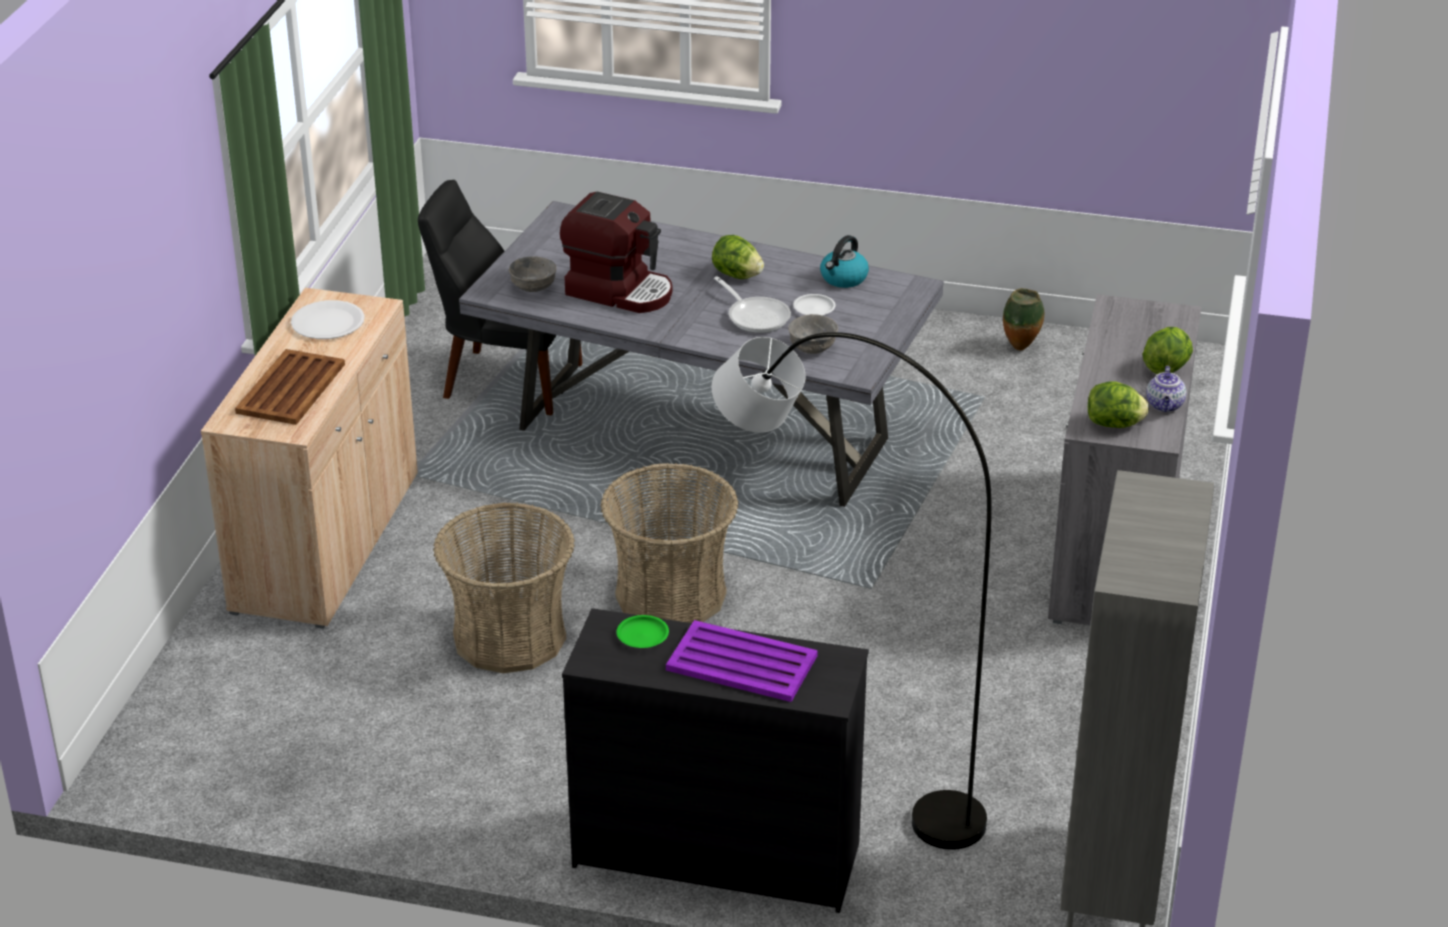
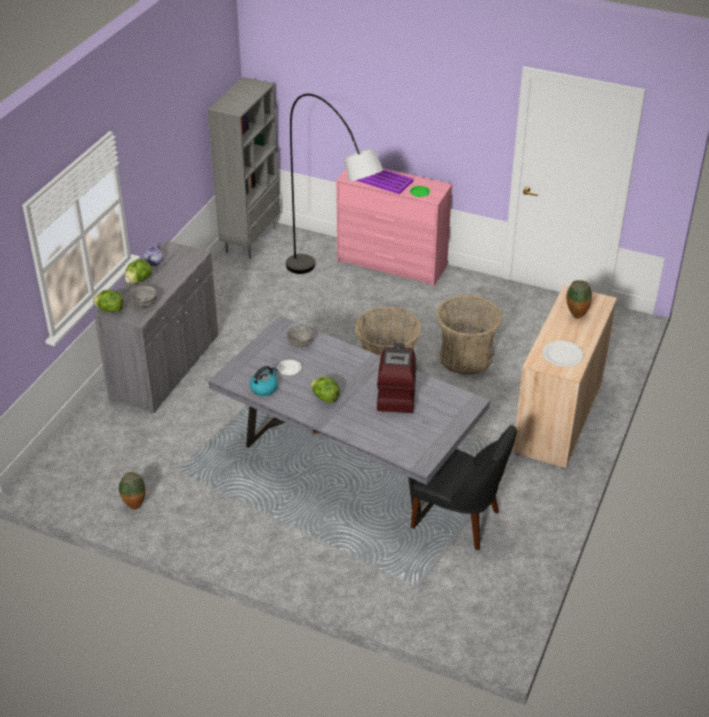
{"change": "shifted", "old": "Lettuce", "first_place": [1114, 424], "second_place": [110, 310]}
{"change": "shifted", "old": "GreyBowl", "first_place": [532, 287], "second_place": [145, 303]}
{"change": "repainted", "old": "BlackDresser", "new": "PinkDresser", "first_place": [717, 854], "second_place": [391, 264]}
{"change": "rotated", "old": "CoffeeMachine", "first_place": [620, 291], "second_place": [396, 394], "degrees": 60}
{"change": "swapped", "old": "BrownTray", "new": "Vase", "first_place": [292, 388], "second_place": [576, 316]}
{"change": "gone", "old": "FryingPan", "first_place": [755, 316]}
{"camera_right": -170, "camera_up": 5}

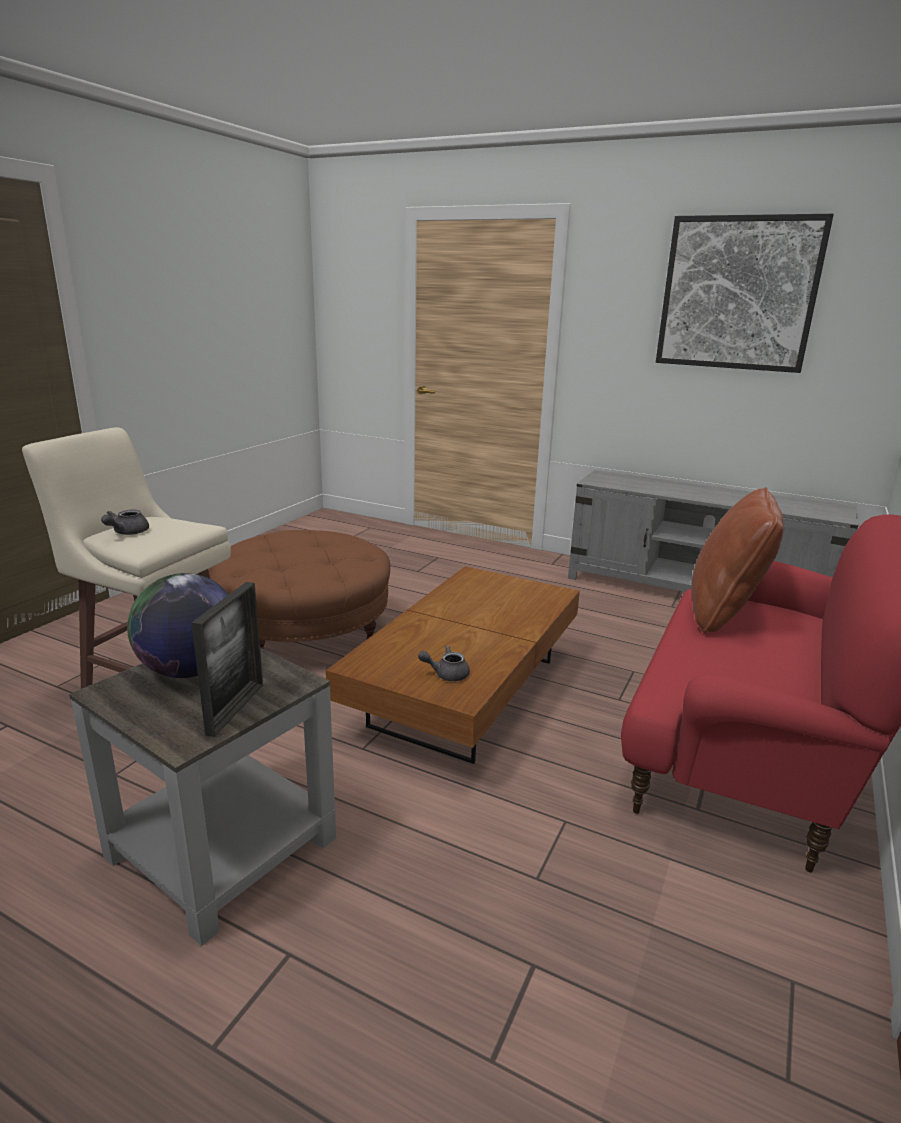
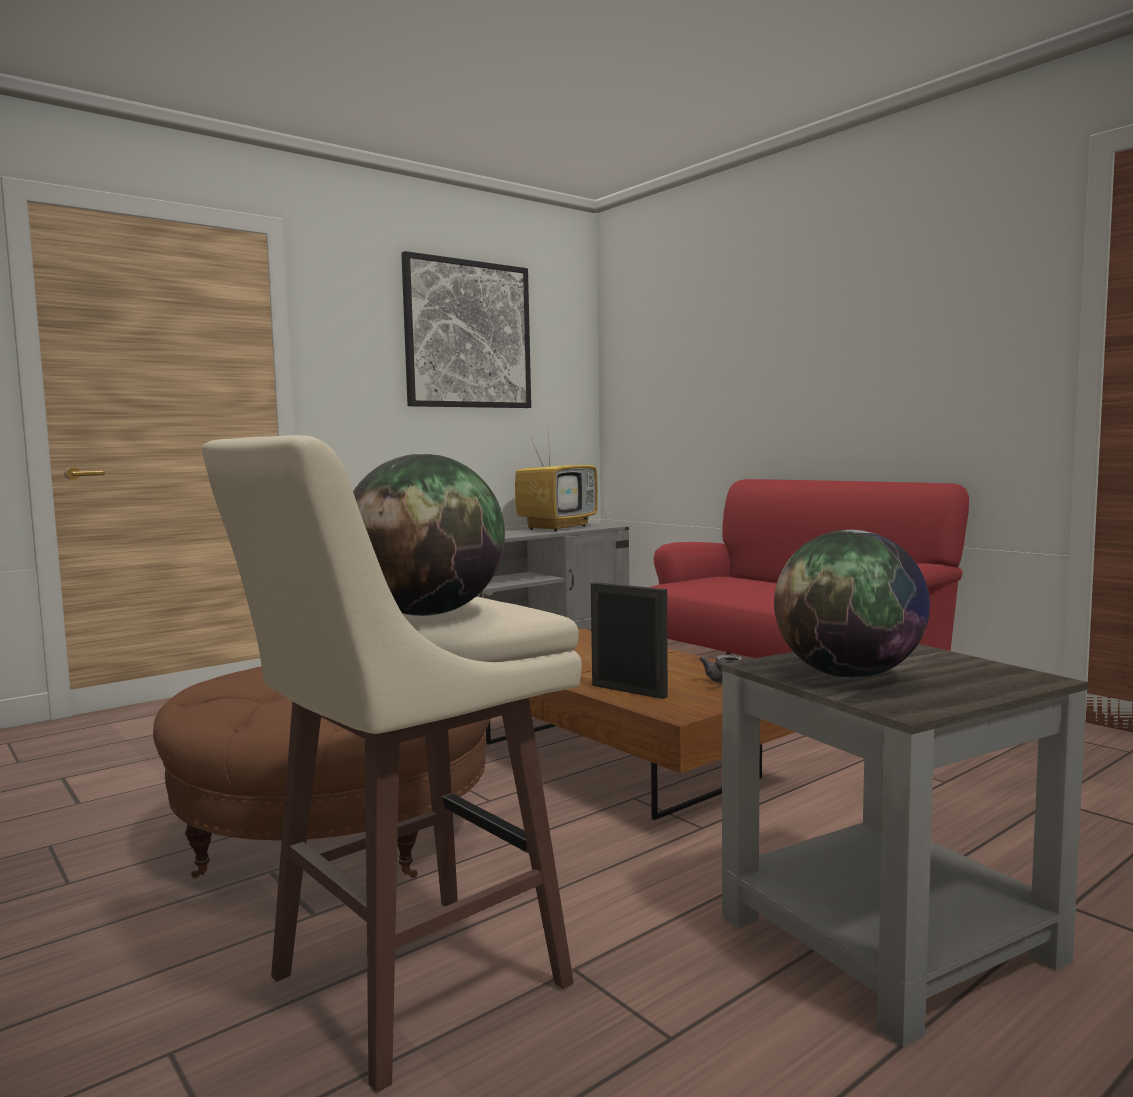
{"change": "swapped", "old": "GreyTeapot", "new": "Globe", "first_place": [127, 533], "second_place": [427, 614]}
{"change": "new", "new": "Television", "second_place": [557, 528]}
{"change": "shifted", "old": "PictureFrame", "first_place": [236, 708], "second_place": [629, 691]}
{"change": "gone", "old": "BrownPillow", "first_place": [724, 613]}
{"camera_right": -65, "camera_up": -15}

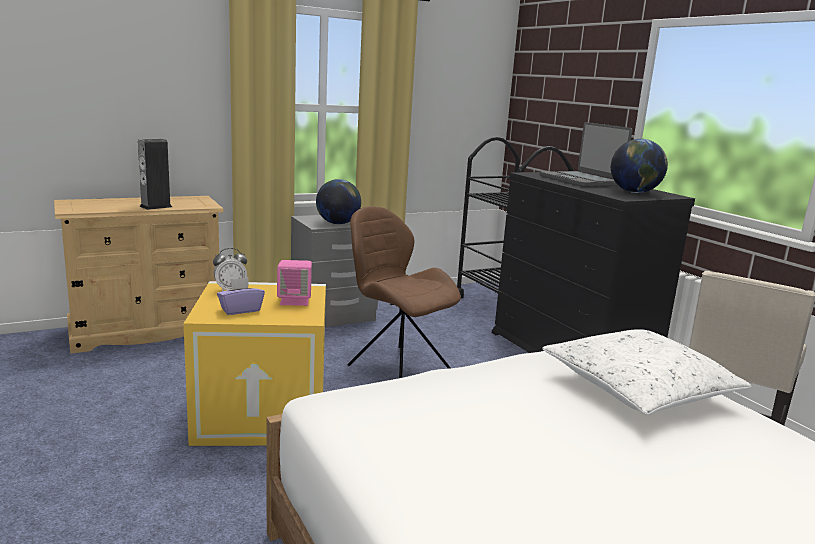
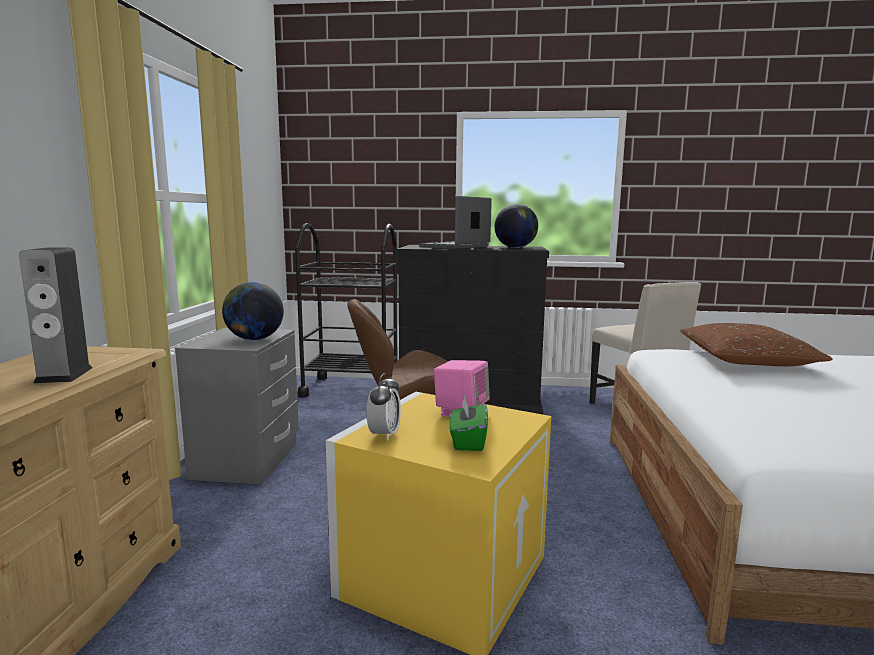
{"change": "rotated", "old": "Laptop", "first_place": [581, 180], "second_place": [456, 247], "degrees": 120}
{"change": "repainted", "old": "PurpleTissueBox", "new": "GreenTissueBox", "first_place": [240, 310], "second_place": [468, 442]}
{"change": "repainted", "old": "WhitePillow", "new": "BrownPillow", "first_place": [639, 387], "second_place": [746, 359]}
{"camera_right": -55, "camera_up": -5}

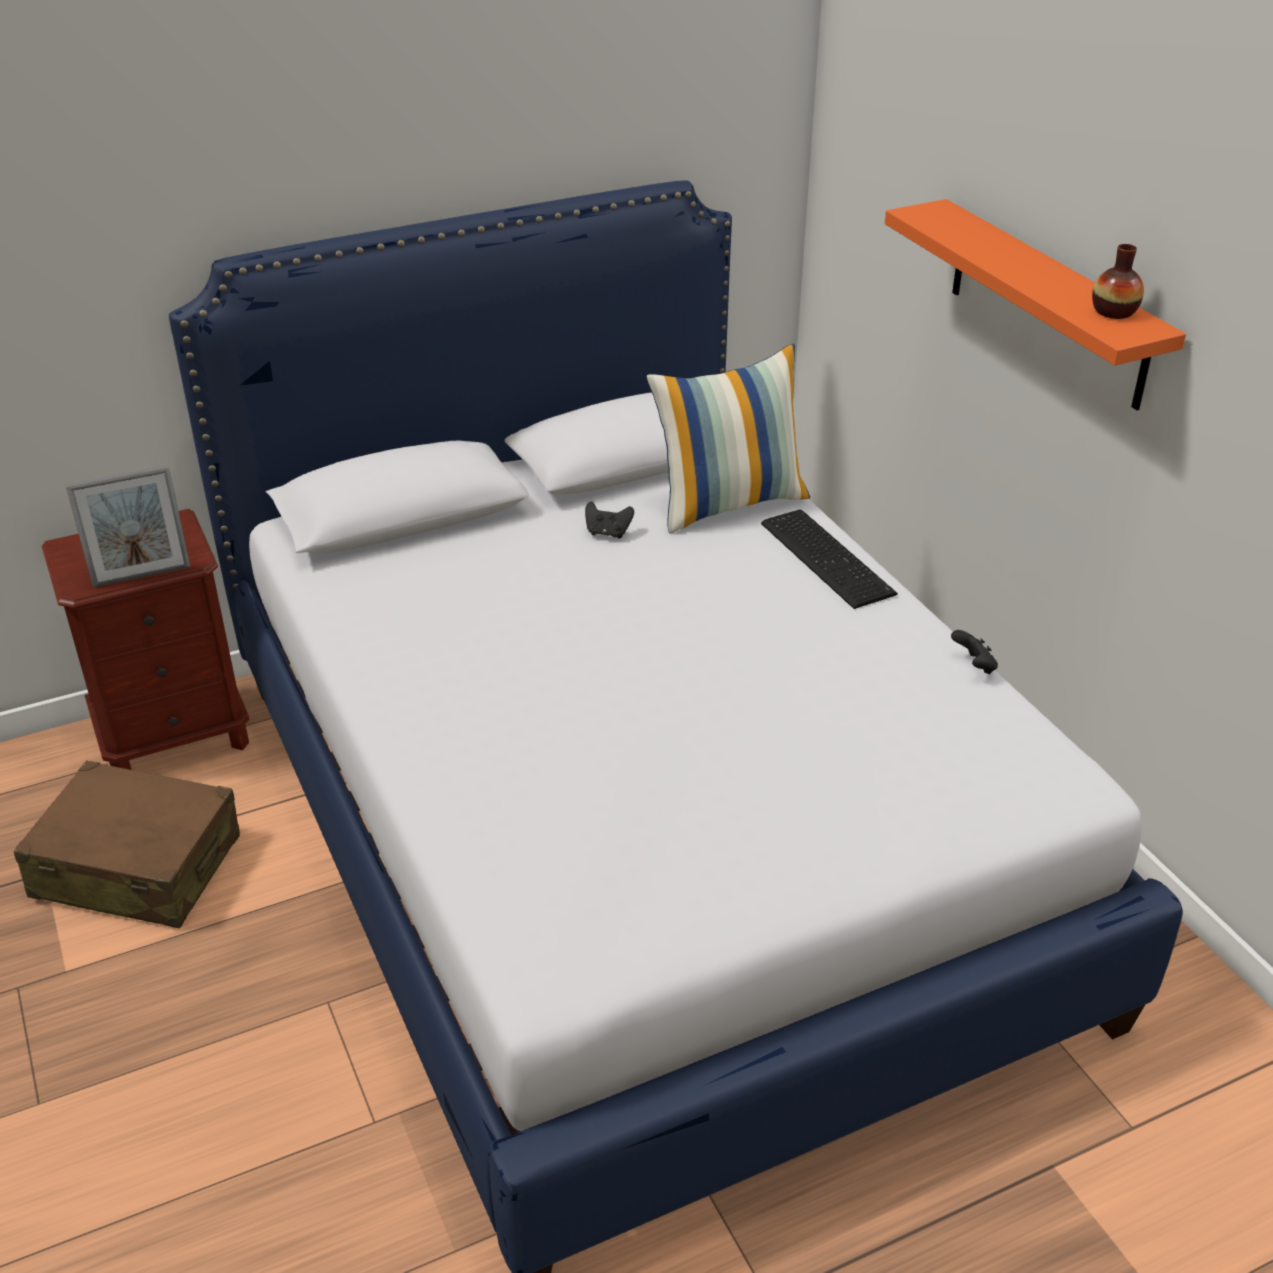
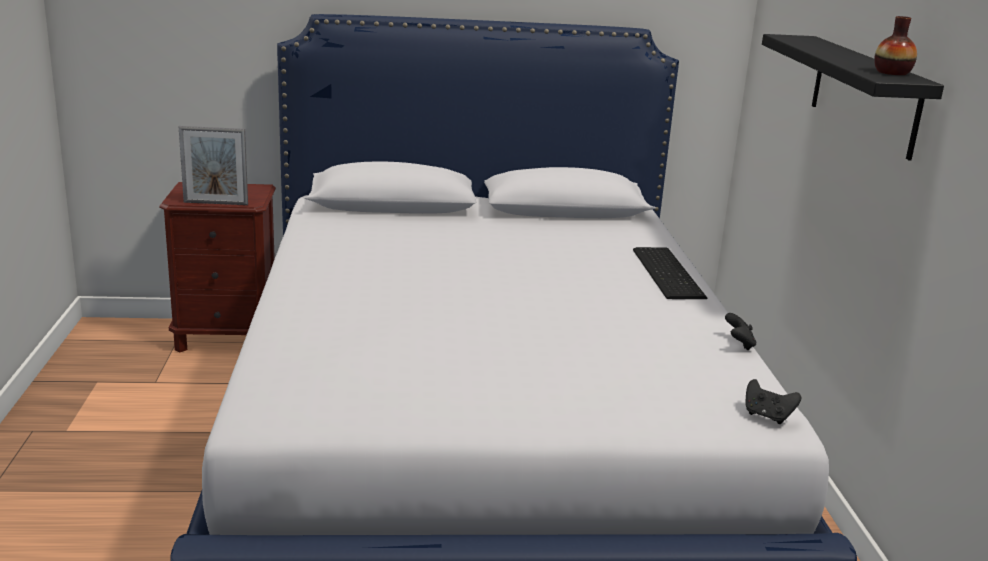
{"change": "shifted", "old": "BlackGameController", "first_place": [608, 533], "second_place": [767, 416]}
{"change": "repainted", "old": "OrangeShelf", "new": "BlackShelf", "first_place": [1047, 304], "second_place": [864, 94]}
{"change": "gone", "old": "BrownSuitcase", "first_place": [137, 867]}
{"change": "gone", "old": "Pillow", "first_place": [729, 503]}
{"camera_right": 20, "camera_up": -15}

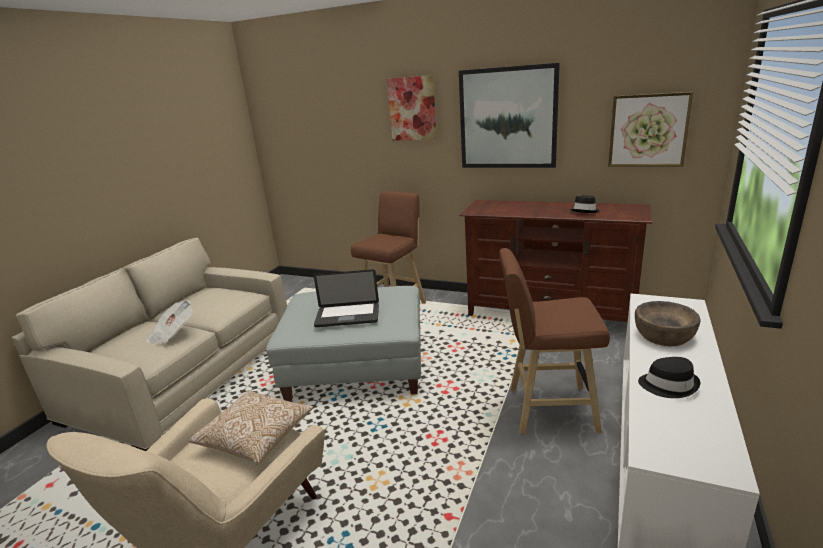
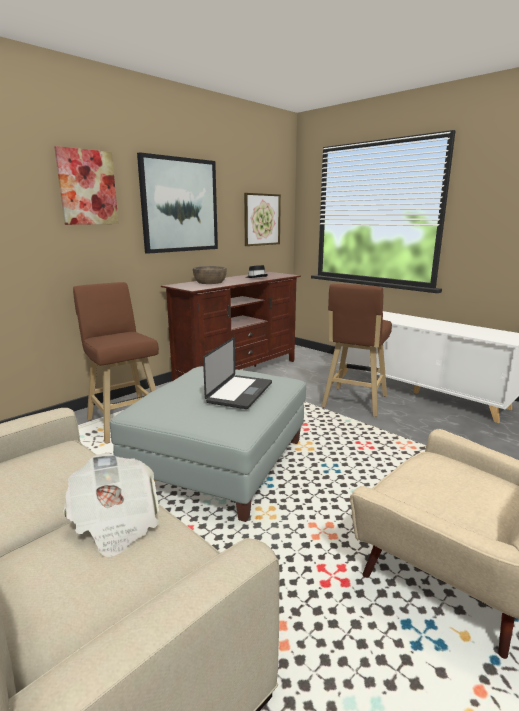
{"change": "shifted", "old": "BrownBowl", "first_place": [663, 335], "second_place": [210, 282]}
{"change": "gone", "old": "Pillow", "first_place": [257, 437]}
{"change": "gone", "old": "BlackHat", "first_place": [668, 385]}
{"camera_right": -70, "camera_up": -5}

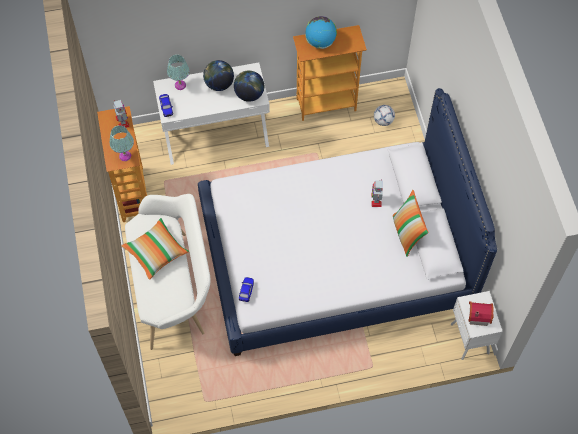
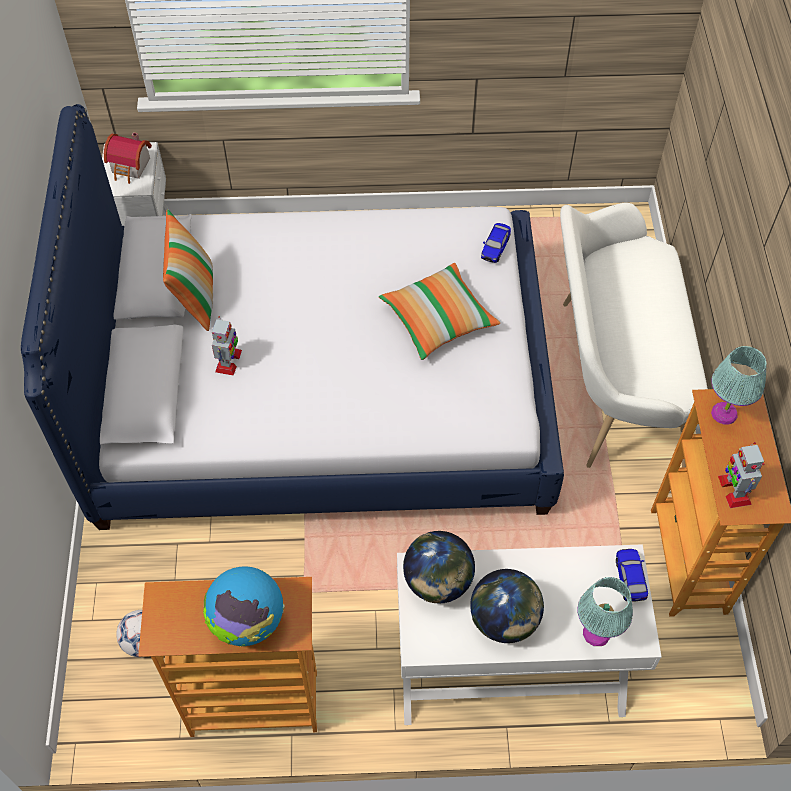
{"change": "shifted", "old": "Pillow", "first_place": [156, 252], "second_place": [438, 320]}
{"camera_right": -170, "camera_up": -5}

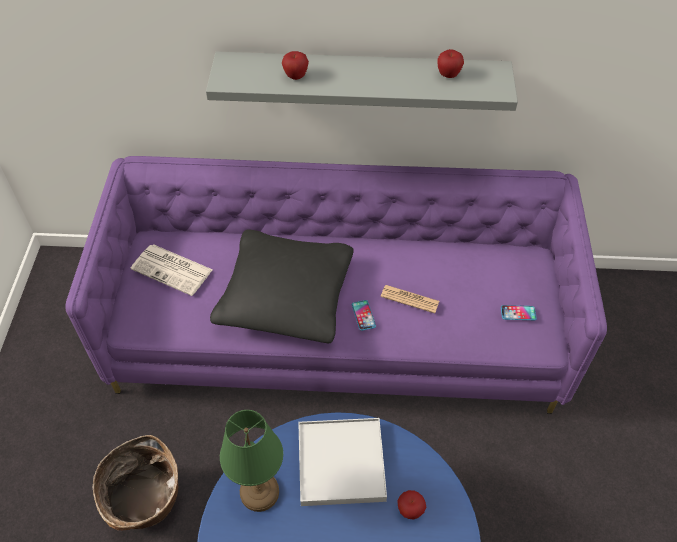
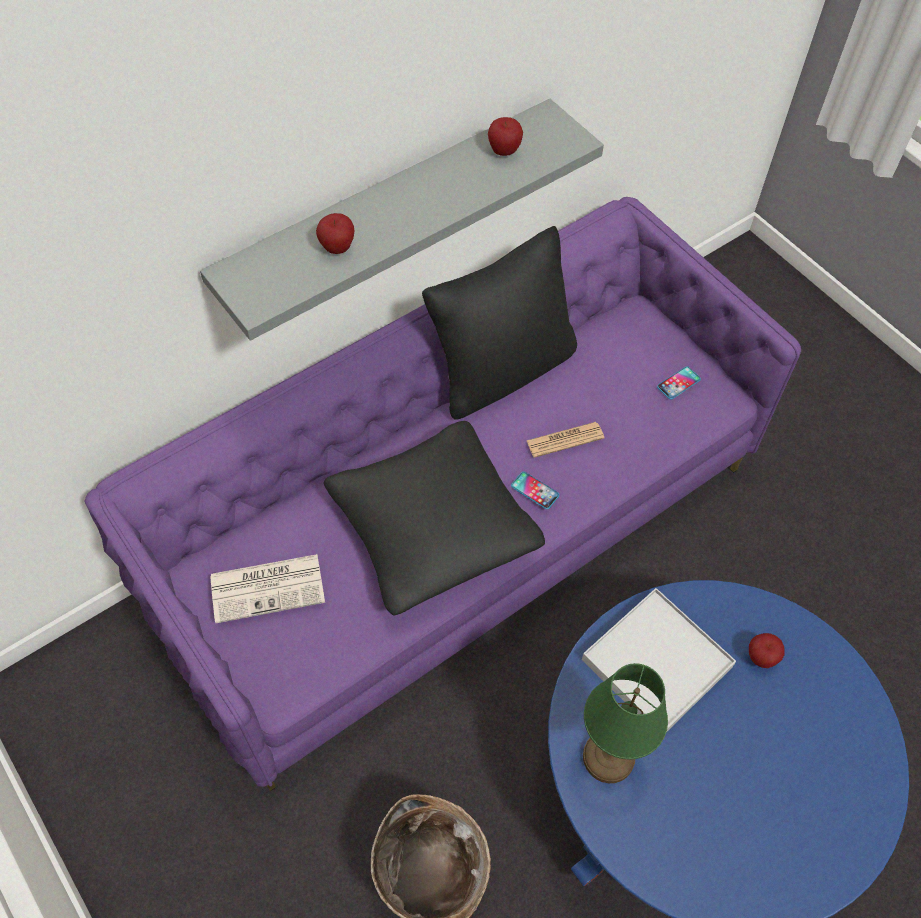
{"change": "new", "new": "BlackPillow", "second_place": [501, 370]}
{"camera_right": -40, "camera_up": 5}

